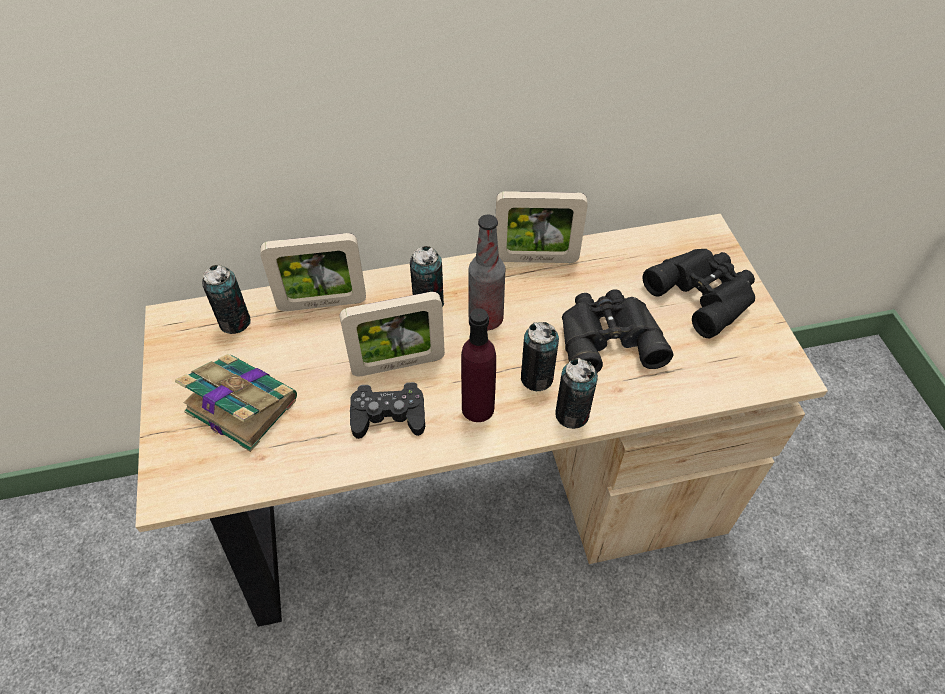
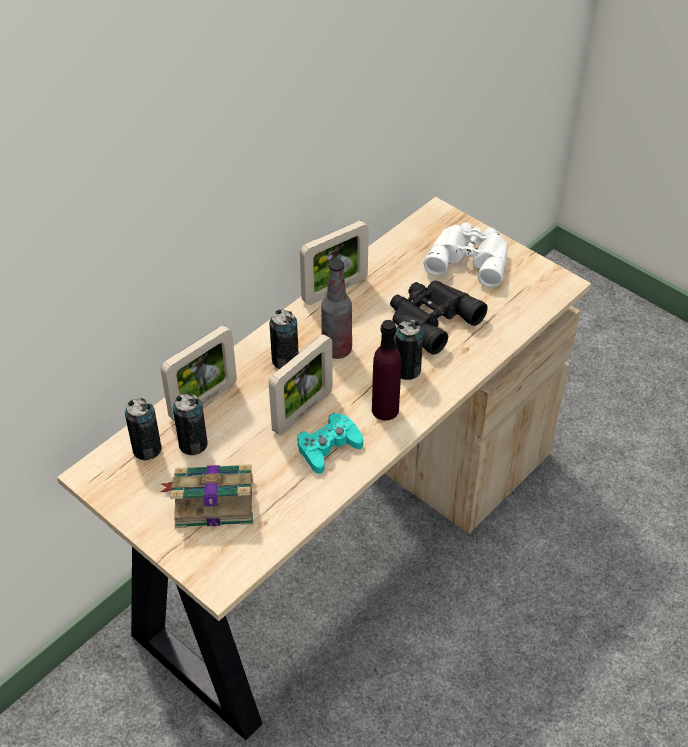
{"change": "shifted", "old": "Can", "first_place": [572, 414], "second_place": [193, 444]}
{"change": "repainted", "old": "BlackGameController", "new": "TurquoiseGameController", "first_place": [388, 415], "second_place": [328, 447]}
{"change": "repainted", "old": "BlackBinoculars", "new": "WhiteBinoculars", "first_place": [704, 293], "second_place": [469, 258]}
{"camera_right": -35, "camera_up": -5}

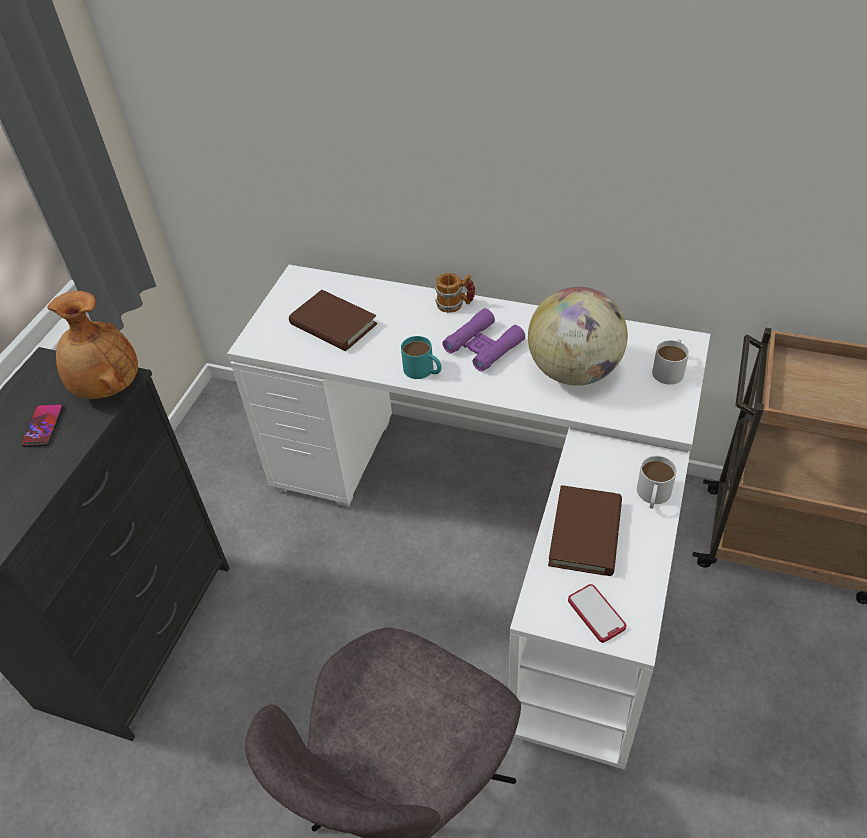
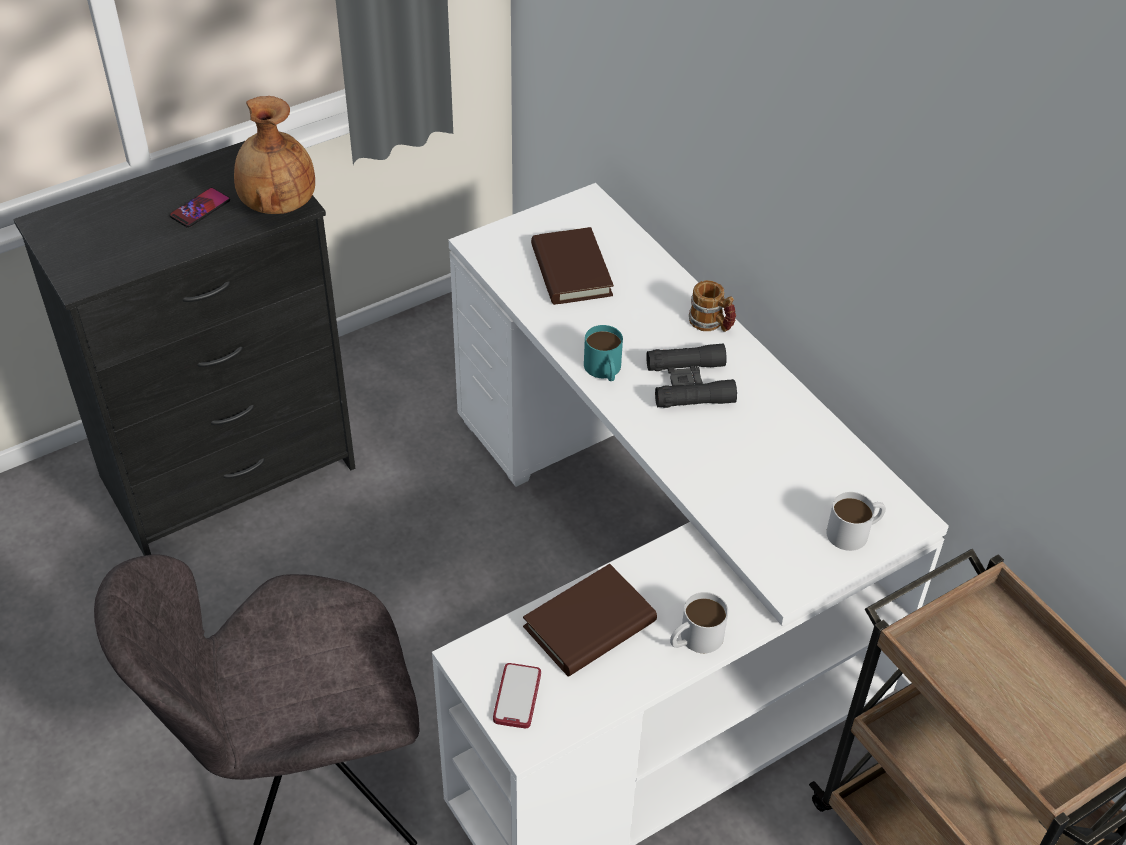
{"change": "repainted", "old": "PurpleBinoculars", "new": "BlackBinoculars", "first_place": [483, 346], "second_place": [689, 384]}
{"change": "gone", "old": "Globe", "first_place": [574, 371]}
{"camera_right": 35, "camera_up": 0}

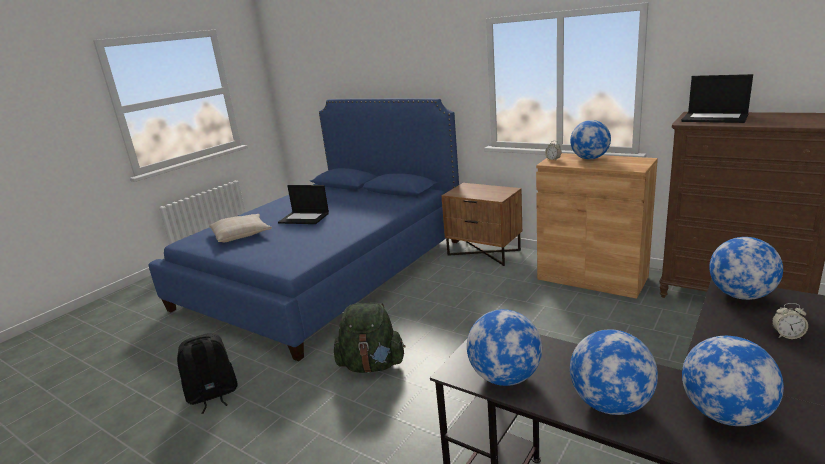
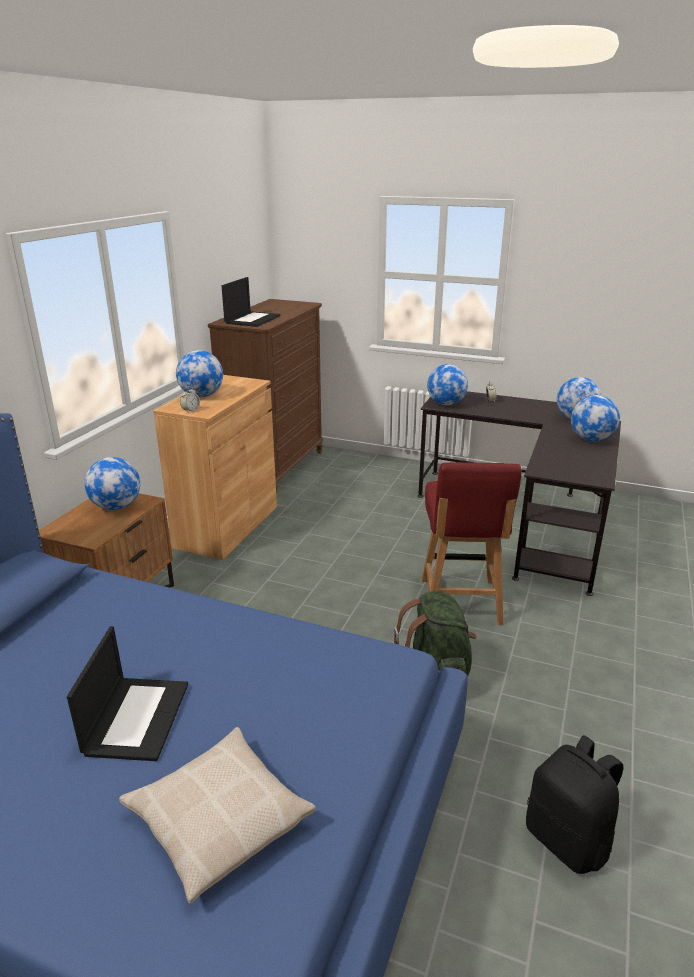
{"change": "shifted", "old": "Globe", "first_place": [505, 377], "second_place": [116, 507]}
{"change": "new", "new": "RedChair", "second_place": [460, 602]}
{"camera_right": -105, "camera_up": 5}

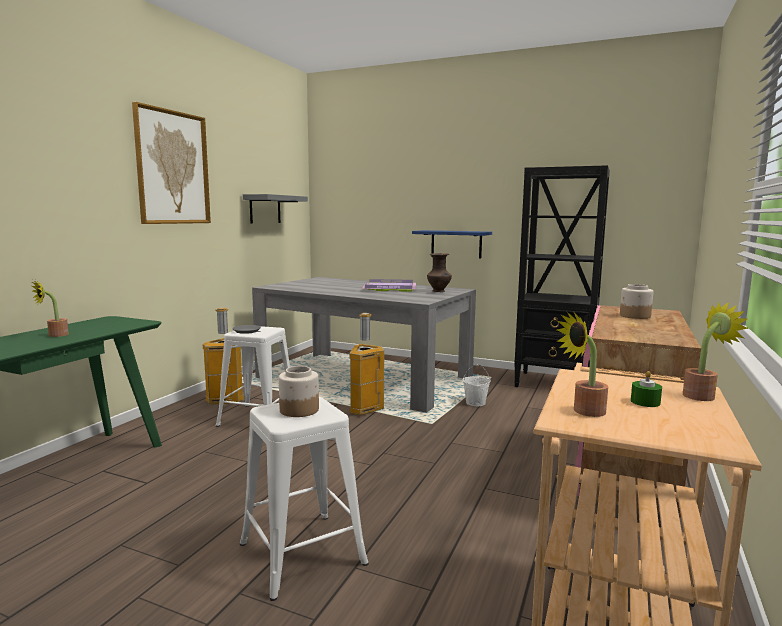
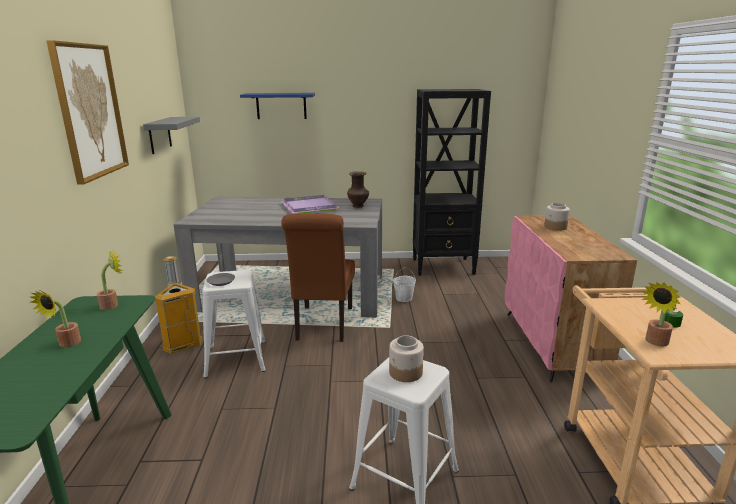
{"change": "shifted", "old": "PottedPlant", "first_place": [703, 395], "second_place": [113, 305]}
{"change": "shifted", "old": "BlueShelf", "first_place": [456, 244], "second_place": [281, 106]}
{"change": "swapped", "old": "TrashCan", "new": "BrownChair", "first_place": [364, 410], "second_place": [323, 326]}
{"camera_right": -25, "camera_up": 10}

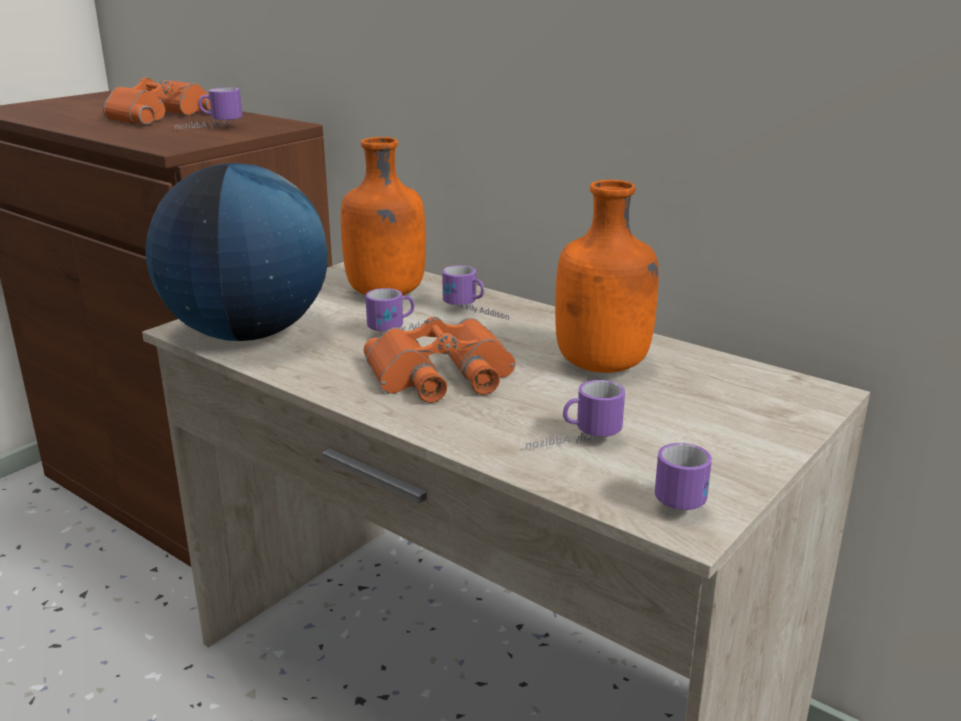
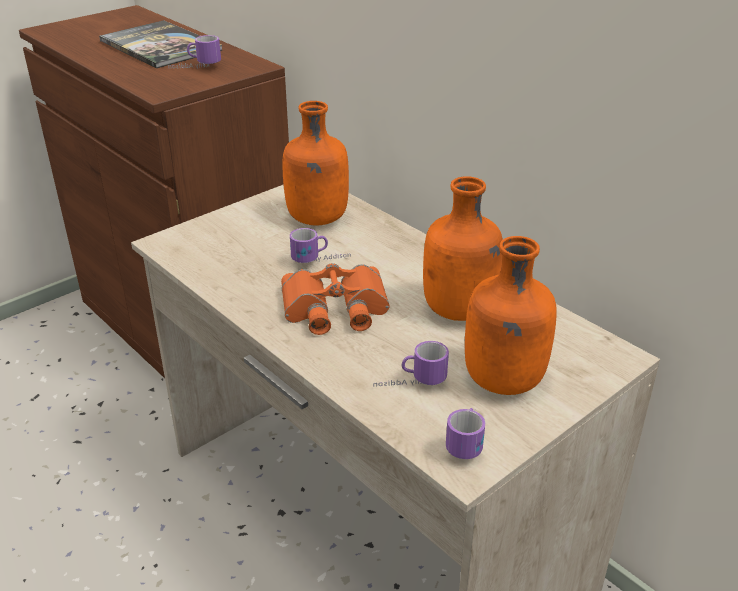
{"change": "swapped", "old": "OrangeBinoculars", "new": "Book", "first_place": [157, 115], "second_place": [160, 46]}
{"change": "new", "new": "OrangeBottle", "second_place": [502, 381]}
{"change": "gone", "old": "Globe", "first_place": [248, 334]}
{"change": "gone", "old": "Mug", "first_place": [476, 314]}
{"camera_right": 10, "camera_up": 10}

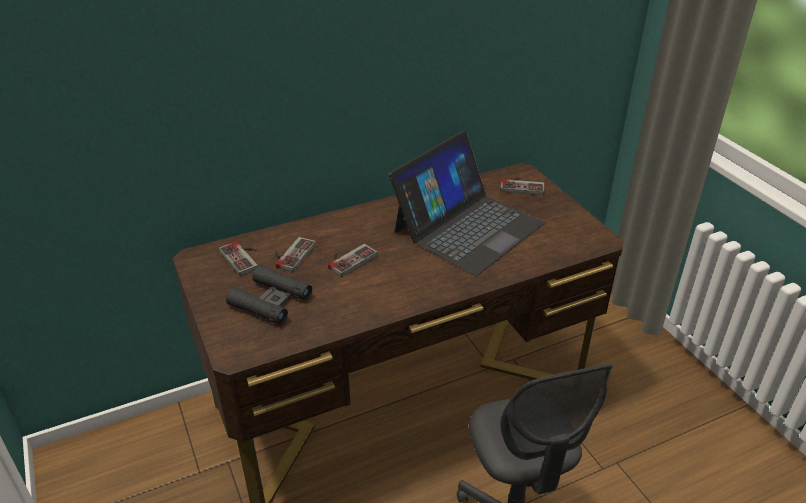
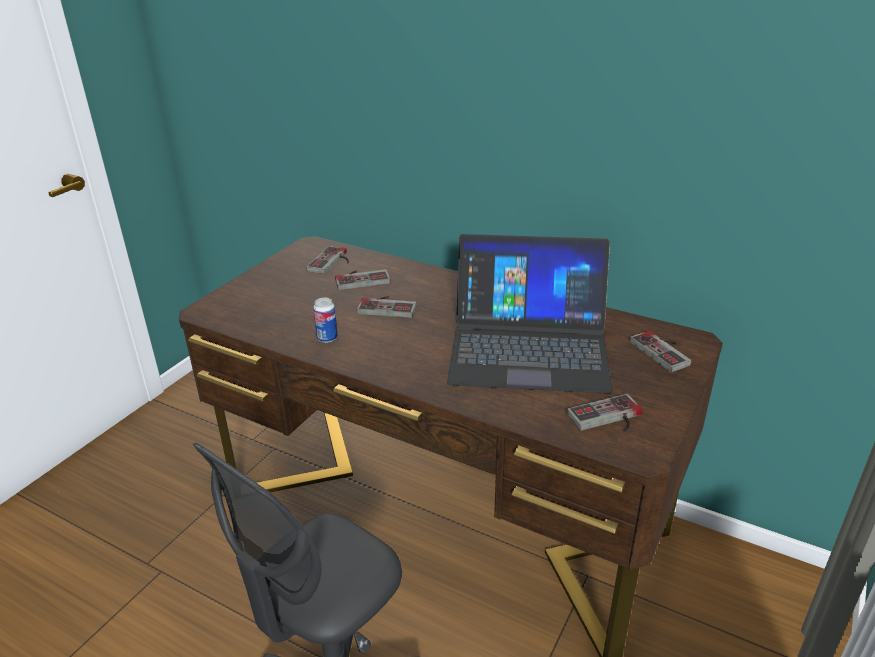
{"change": "new", "new": "Can", "second_place": [327, 338]}
{"change": "new", "new": "GameController", "second_place": [608, 419]}
{"change": "gone", "old": "BlackBinoculars", "first_place": [271, 301]}
{"camera_right": 55, "camera_up": -5}

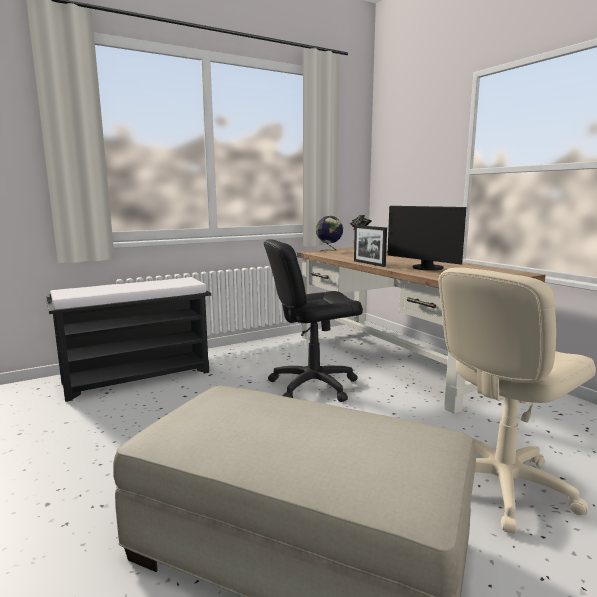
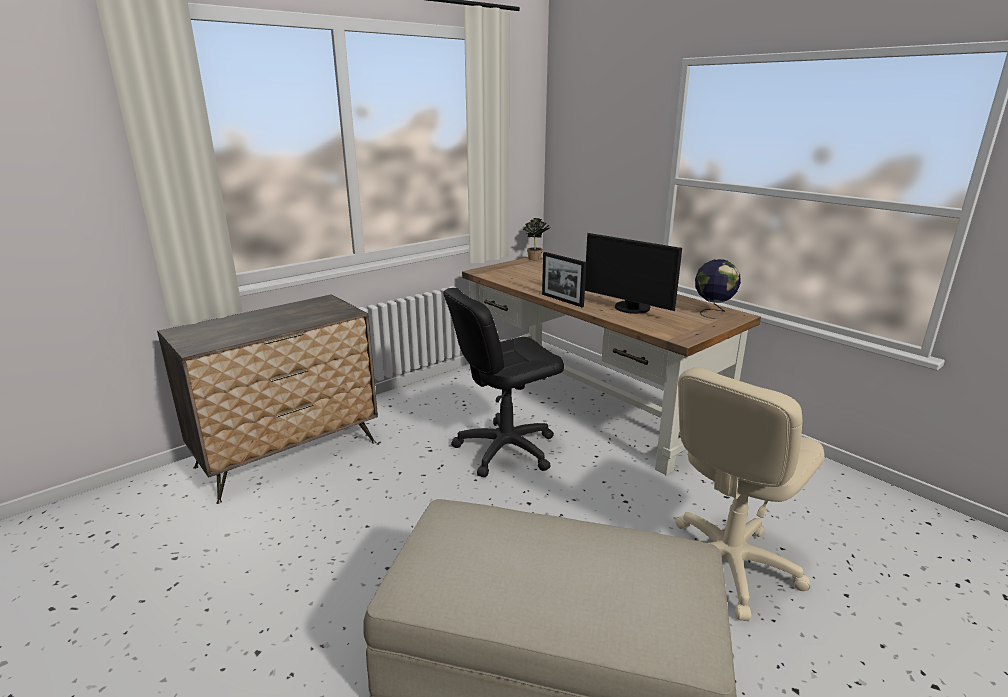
{"change": "swapped", "old": "BlackBench", "new": "Dresser", "first_place": [138, 377], "second_place": [290, 454]}
{"change": "shifted", "old": "Globe", "first_place": [329, 250], "second_place": [713, 312]}
{"camera_right": -10, "camera_up": 10}

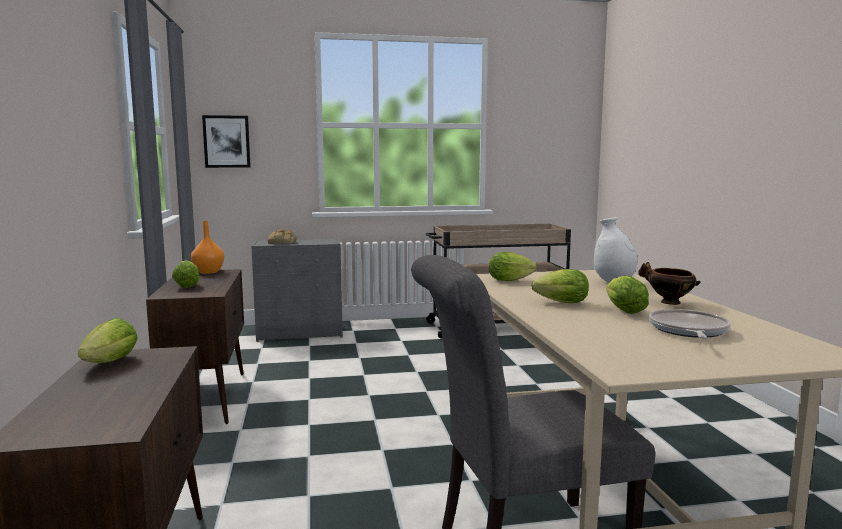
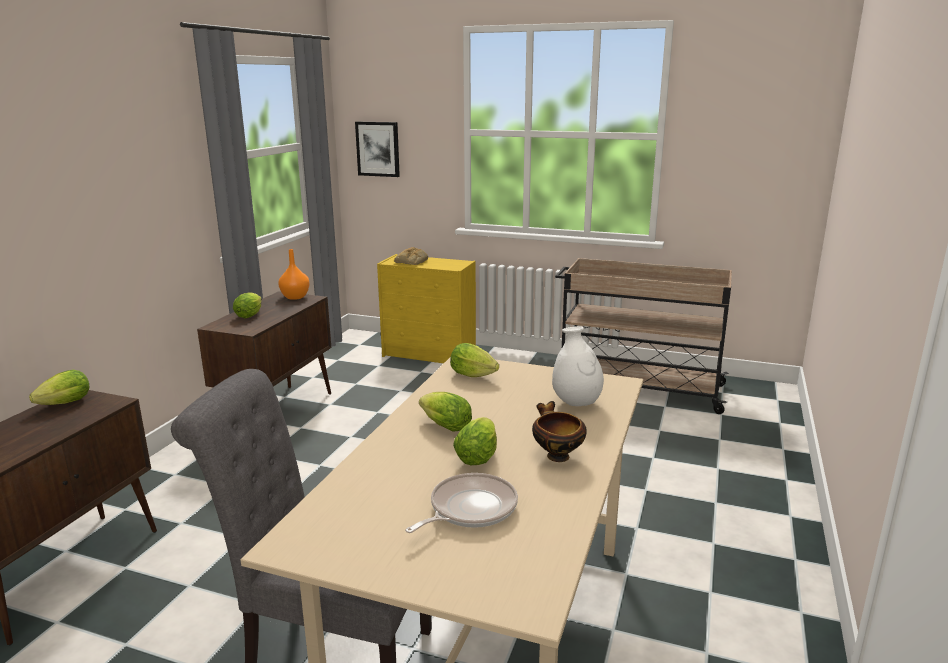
{"change": "repainted", "old": "GreyDresser", "new": "YellowDresser", "first_place": [301, 333], "second_place": [430, 355]}
{"camera_right": 30, "camera_up": 10}

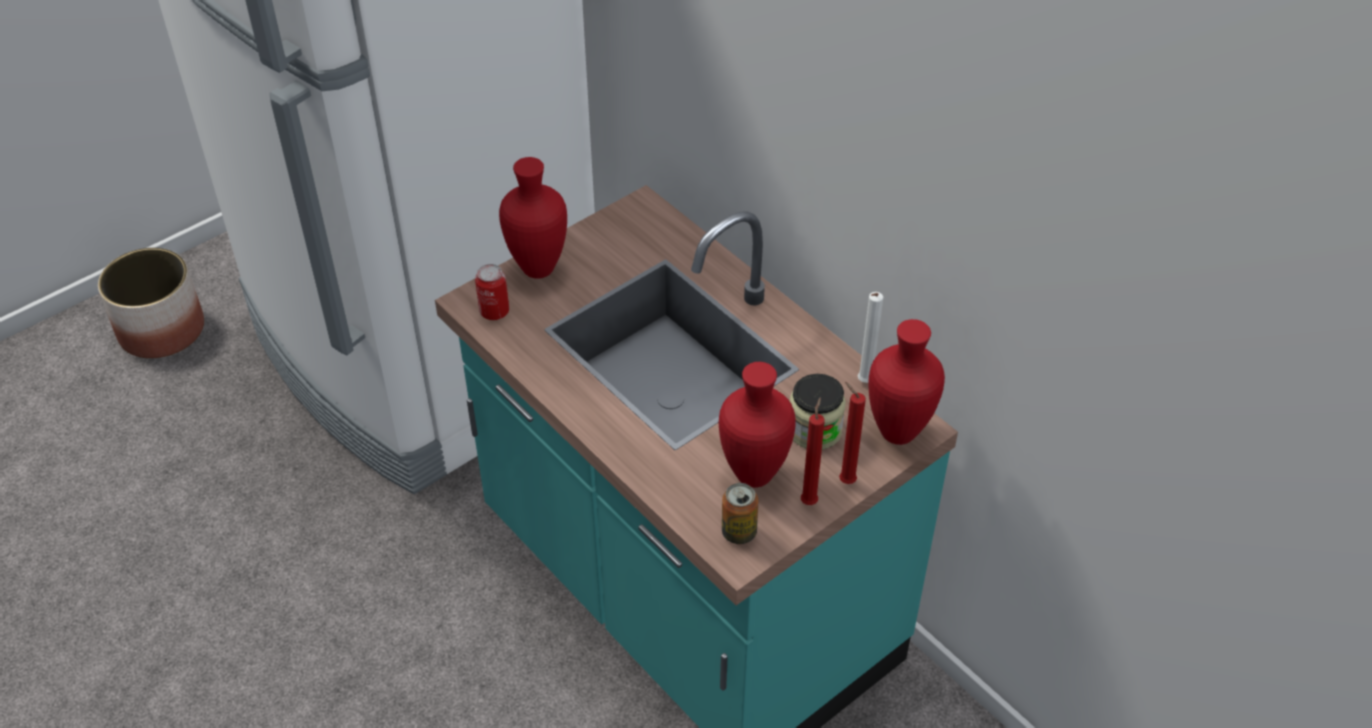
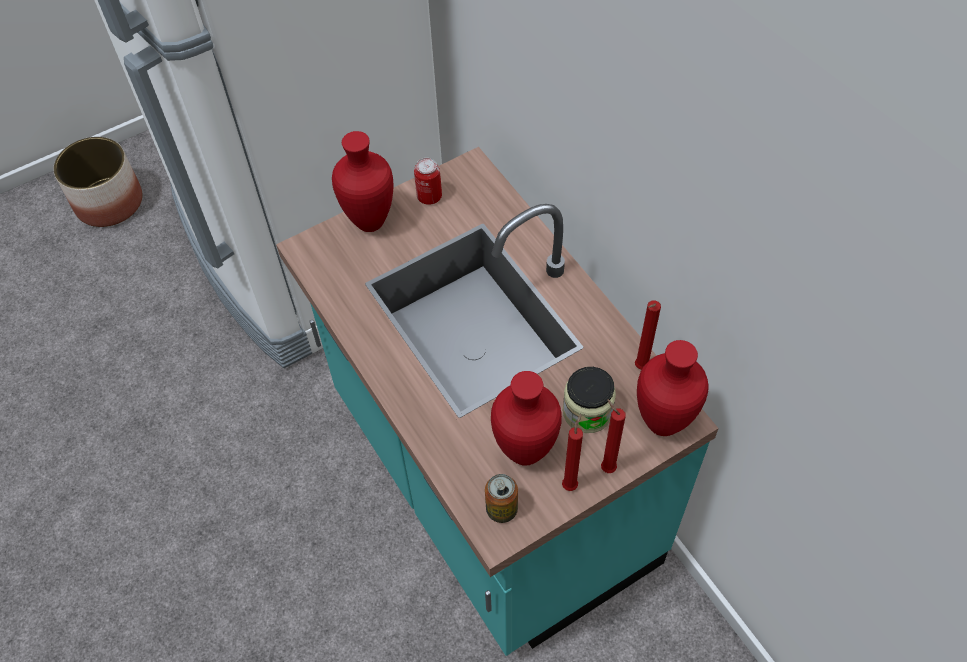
{"change": "shifted", "old": "Can", "first_place": [494, 311], "second_place": [429, 196]}
{"change": "repainted", "old": "WhiteCandle", "new": "RedCandle", "first_place": [863, 383], "second_place": [640, 368]}
{"camera_right": 10, "camera_up": 10}

